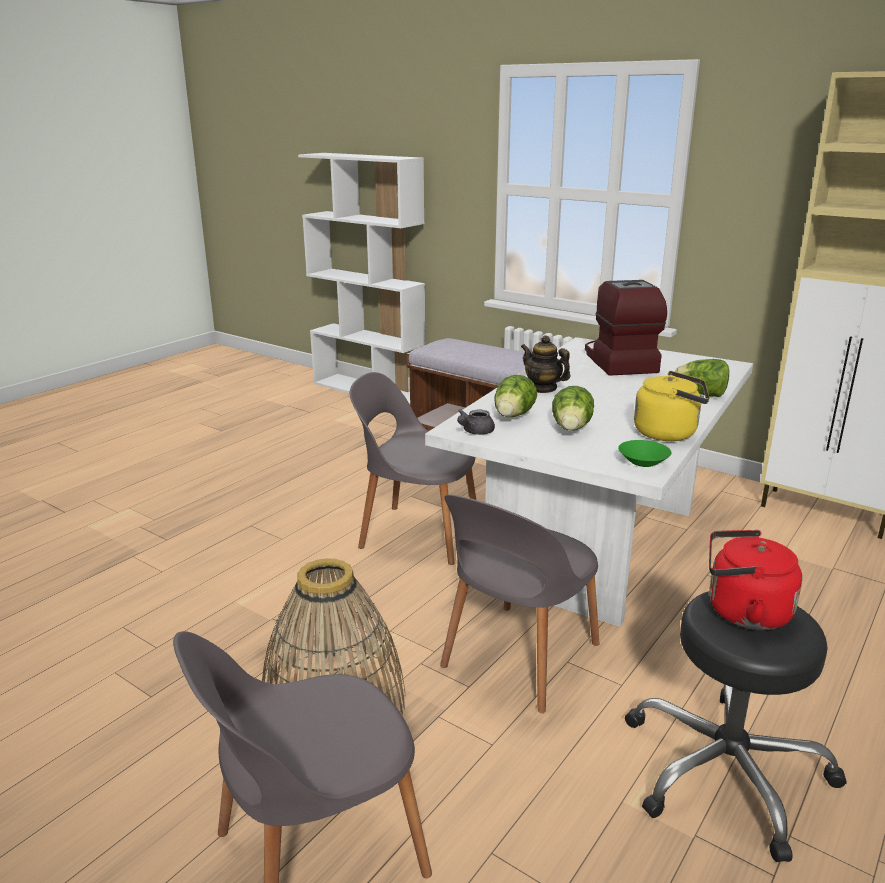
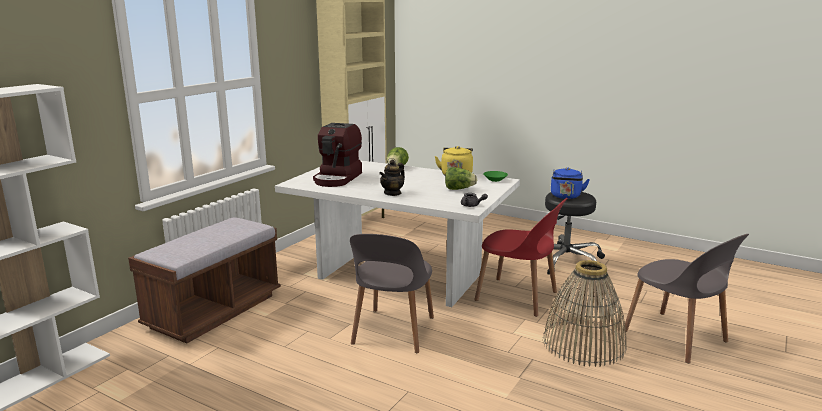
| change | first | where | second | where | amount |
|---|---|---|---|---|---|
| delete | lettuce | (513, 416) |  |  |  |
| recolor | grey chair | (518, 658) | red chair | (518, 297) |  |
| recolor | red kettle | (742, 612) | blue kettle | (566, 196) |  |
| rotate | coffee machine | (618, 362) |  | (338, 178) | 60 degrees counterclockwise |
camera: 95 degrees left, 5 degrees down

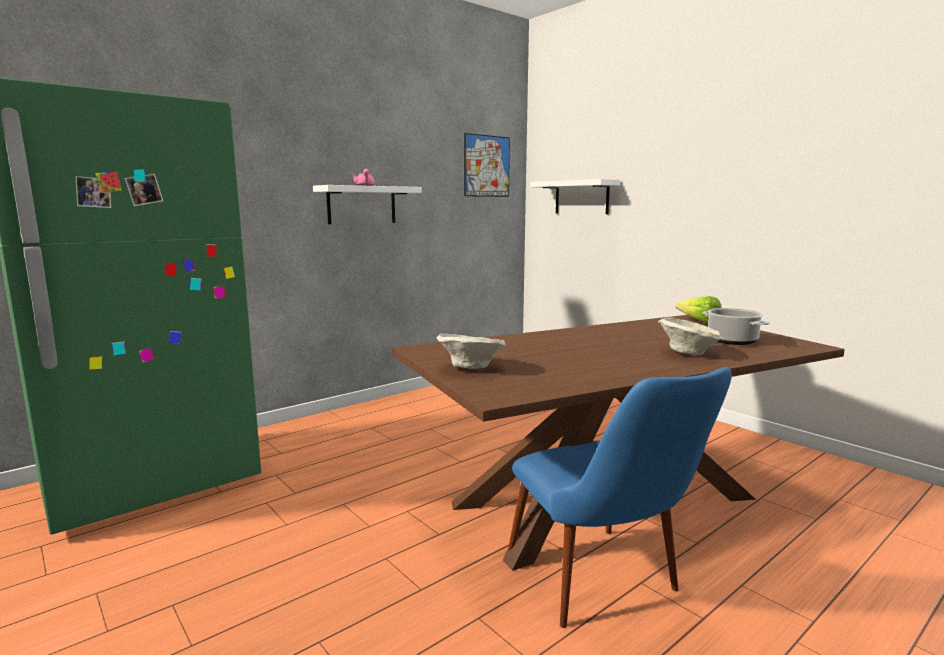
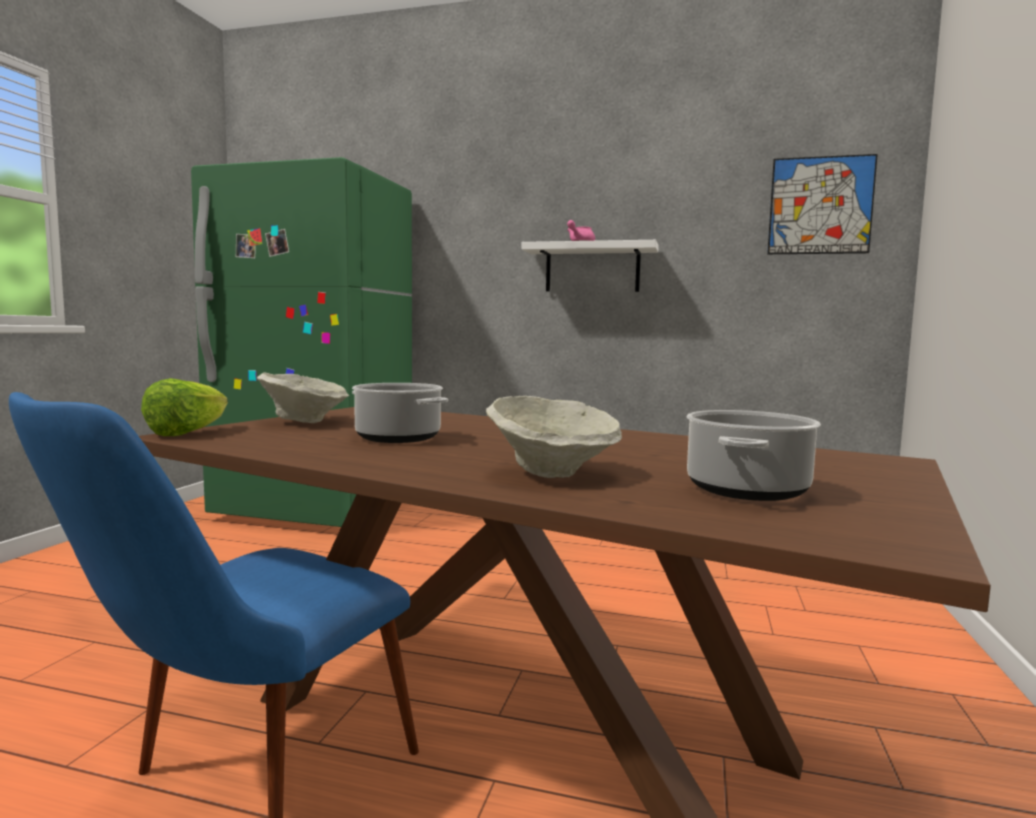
| change | first | where | second | where | amount |
|---|---|---|---|---|---|
| delete | white shelf | (581, 197) |  |  |  |
| insert |  |  | cooking pot | (399, 438) |  |
| move | lettuce | (699, 322) |  | (187, 433) |  |
camera: 55 degrees right, 5 degrees down

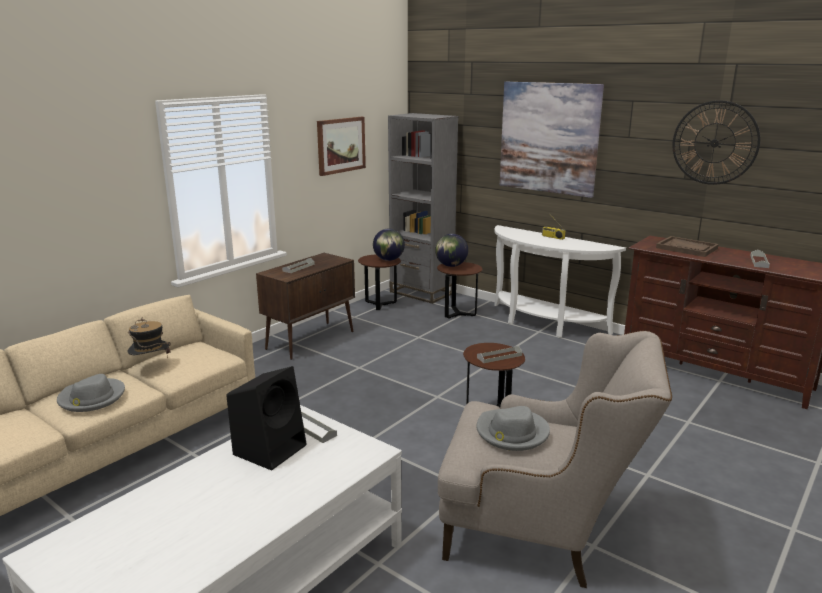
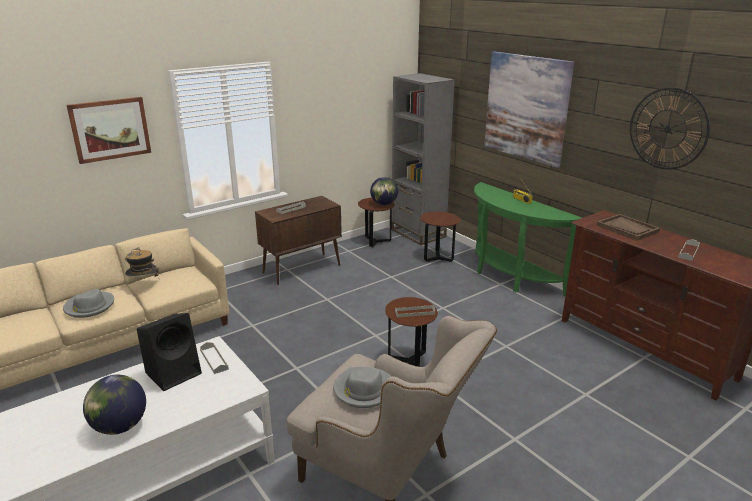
| change | first | where | second | where | amount |
|---|---|---|---|---|---|
| move | picture | (341, 145) |  | (110, 129) |  |
| move | globe | (451, 266) |  | (120, 427) |  |
| recolor | white console table | (542, 324) | green console table | (508, 277) |  |
camera: 15 degrees right, 5 degrees up

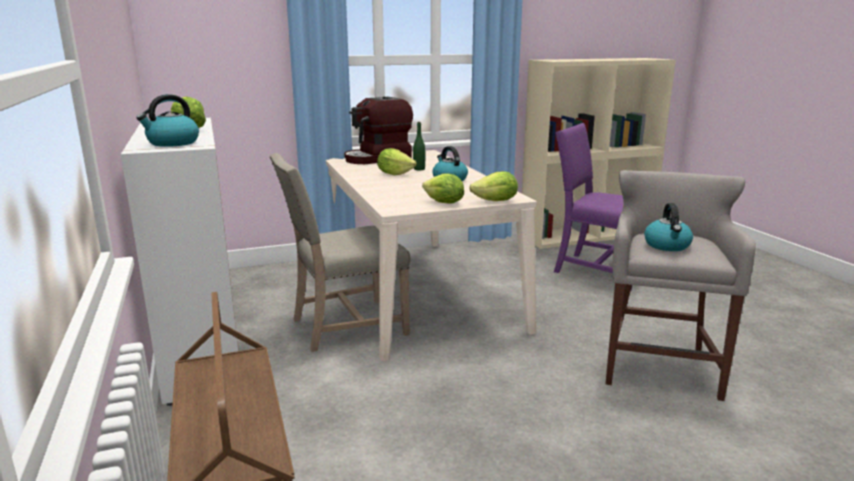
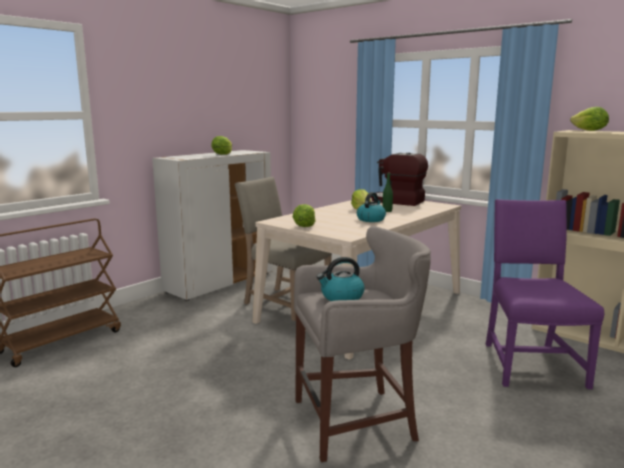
| change | first | where | second | where | amount |
|---|---|---|---|---|---|
| delete | kettle | (172, 143) |  |  |  |
| move | lettuce | (496, 201) |  | (589, 131) |  |
camera: 60 degrees right, 5 degrees down

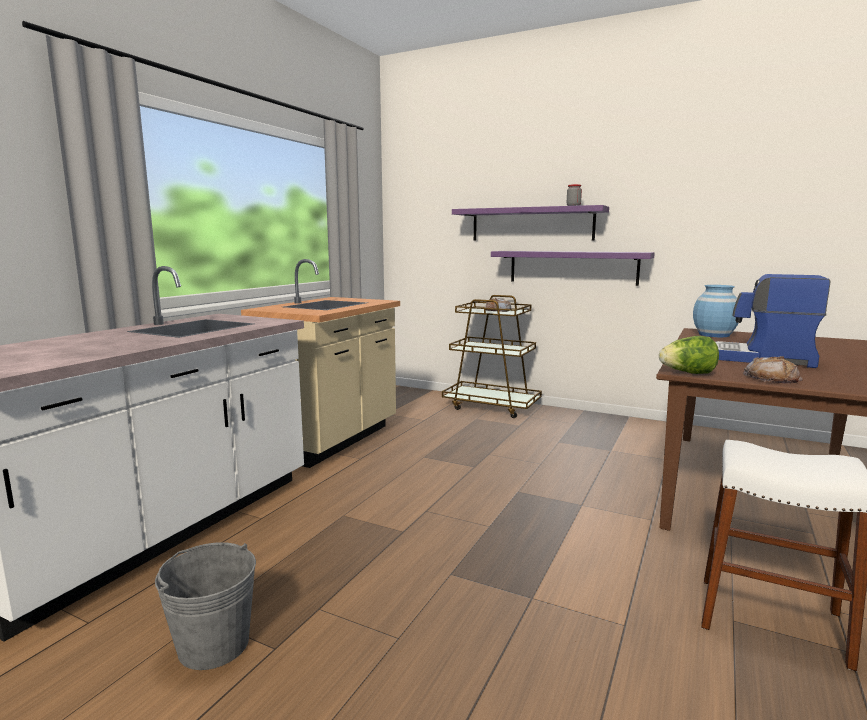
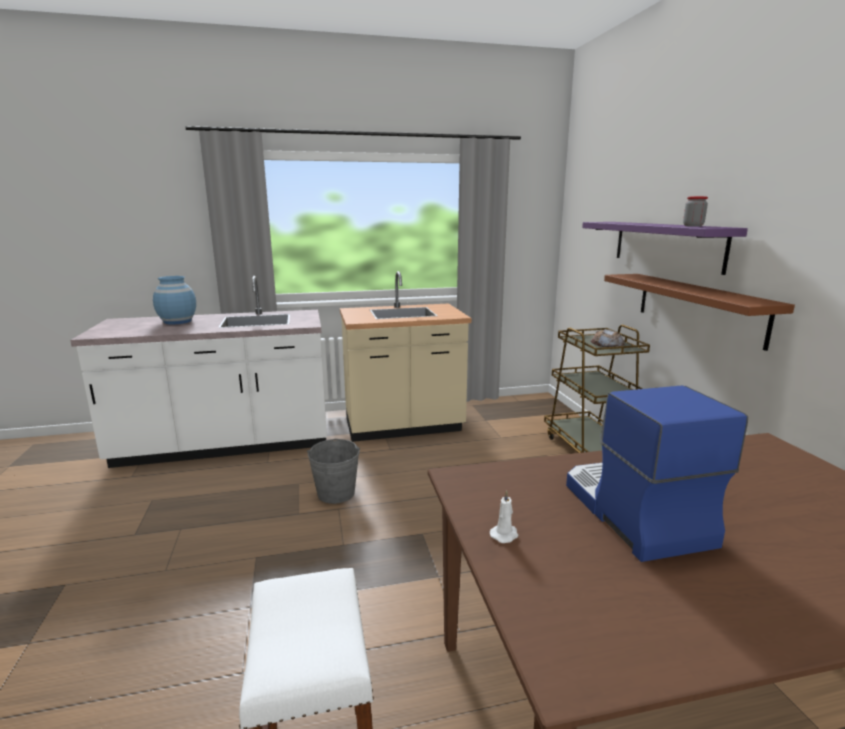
| change | first | where | second | where | amount |
|---|---|---|---|---|---|
| delete | lettuce | (688, 373) |  |  |  |
| move | grey bucket | (214, 645) |  | (336, 493) |  |
| move | blue vase | (714, 335) |  | (177, 321) |  |
| replace | bread | (771, 378) | white candle | (505, 535) |  |
| recolor | purple shelf | (572, 267) | brown shelf | (698, 307) |  |
camera: 50 degrees right, 5 degrees up

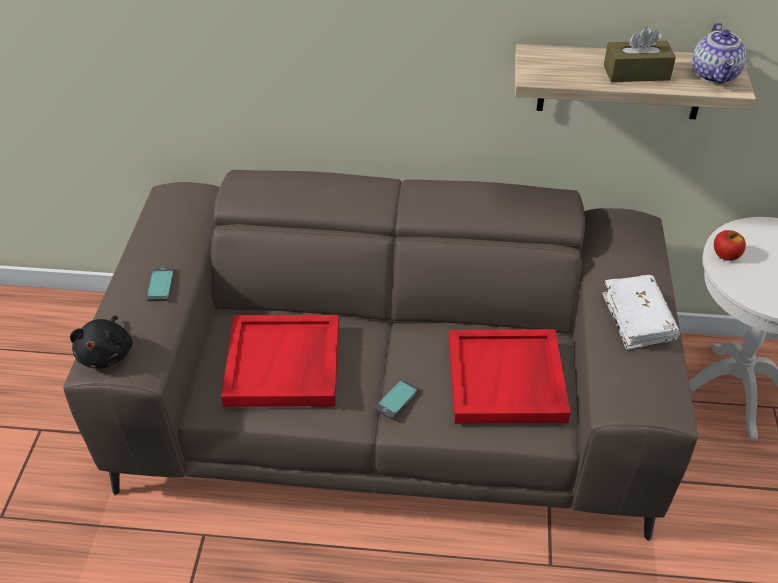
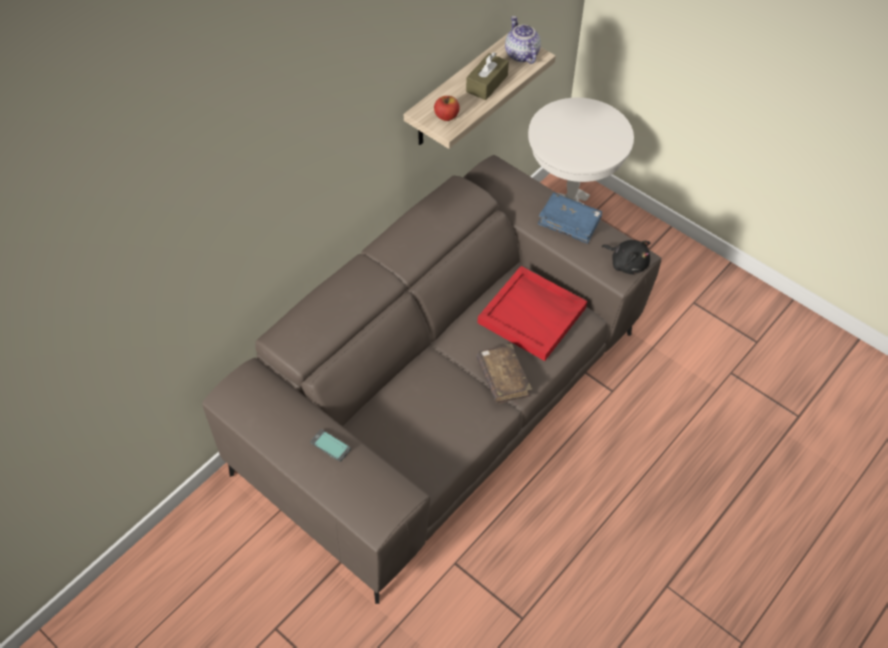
| change | first | where | second | where | amount |
|---|---|---|---|---|---|
| delete | red tray | (284, 365) |  |  |  |
| move | black plush toy | (107, 354) |  | (627, 263) |  |
| move | apple | (726, 255) |  | (446, 116) |  |
| replace | phone | (397, 399) | brown book | (503, 378) |  |
| recolor | white book | (638, 319) | blue book | (569, 222) |  |
| rotate | teapot | (716, 75) |  | (520, 54) | 150 degrees counterclockwise |
camera: 55 degrees left, 10 degrees up

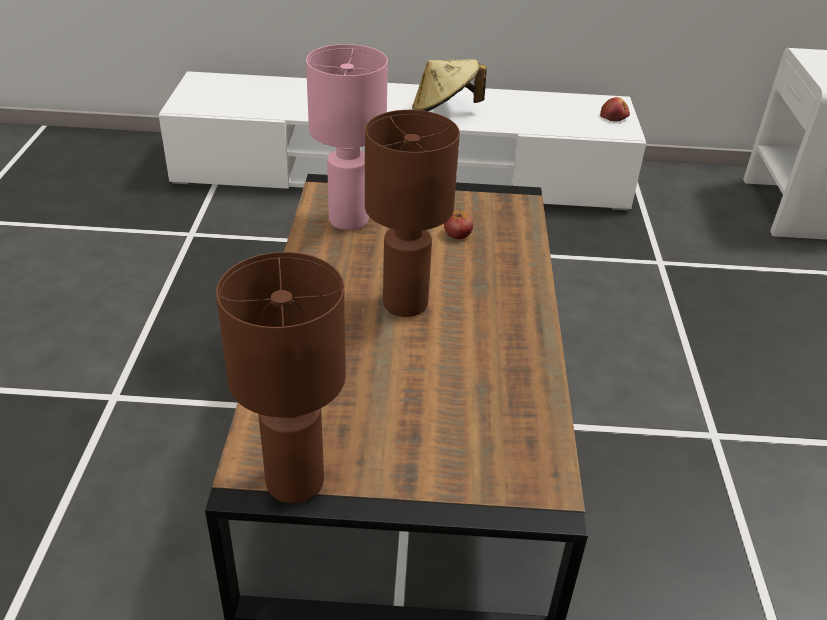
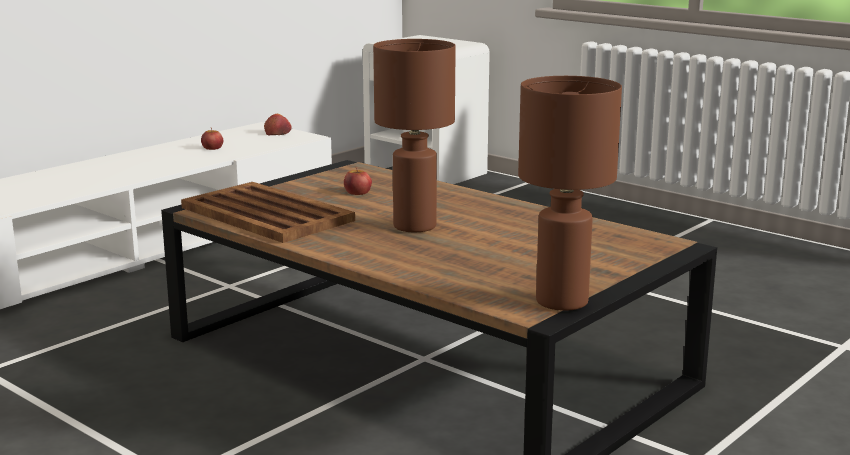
| change | first | where | second | where | amount |
|---|---|---|---|---|---|
| delete | beige hat | (444, 110) |  |  |  |
| insert |  |  | apple | (212, 148) |  |
| replace | pink table lamp | (347, 221) | brown tray | (267, 214) |  |
camera: 50 degrees left, 20 degrees down

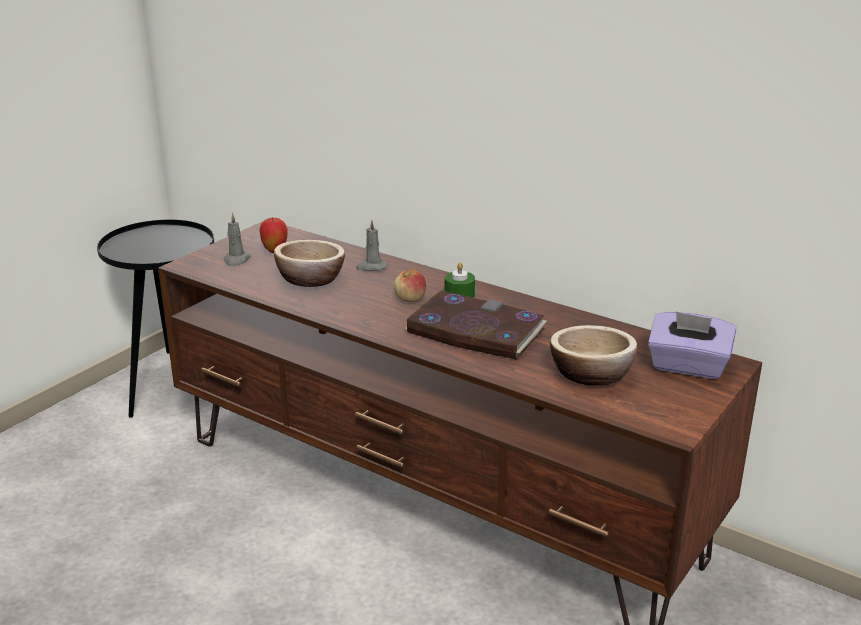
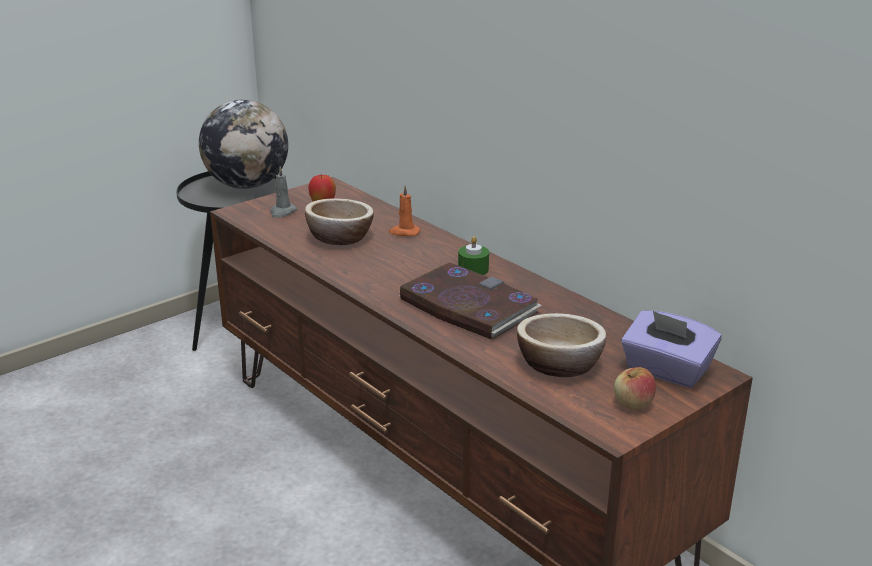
| change | first | where | second | where | amount |
|---|---|---|---|---|---|
| insert |  |  | globe | (247, 185) |  |
| move | apple | (410, 299) |  | (633, 404) |  |
| recolor | grey candle | (371, 267) | orange candle | (404, 232) |  |
camera: 15 degrees right, 0 degrees up

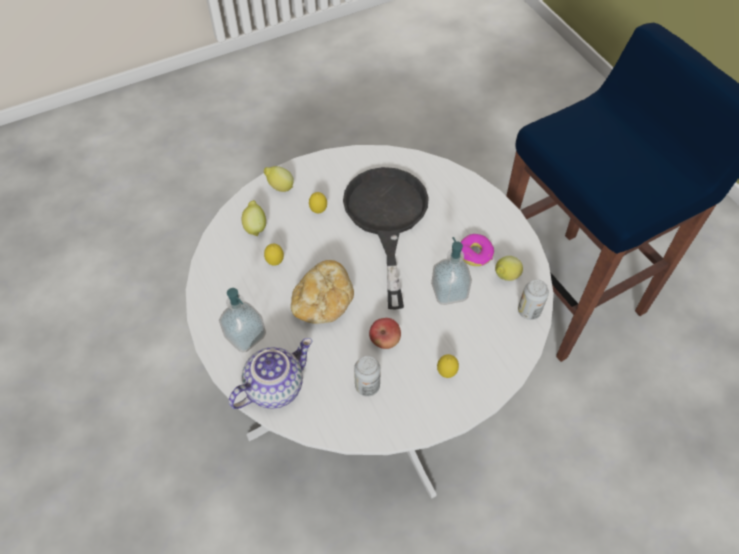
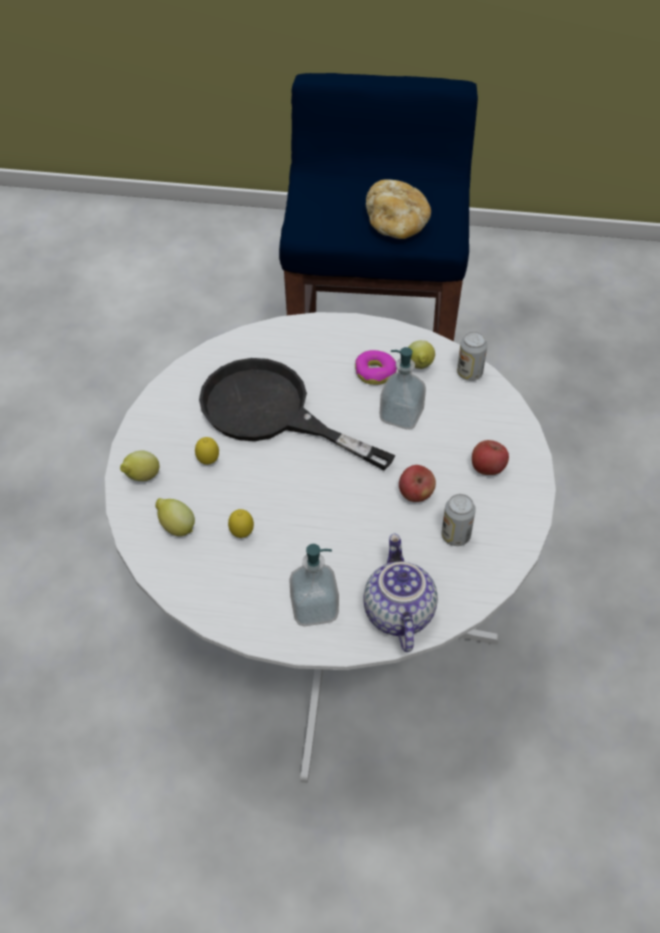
| change | first | where | second | where | amount |
|---|---|---|---|---|---|
| move | bread | (323, 303) |  | (396, 225) |  |
| replace | lemon | (446, 373) | apple | (487, 468) |  |
camera: 55 degrees left, 5 degrees down

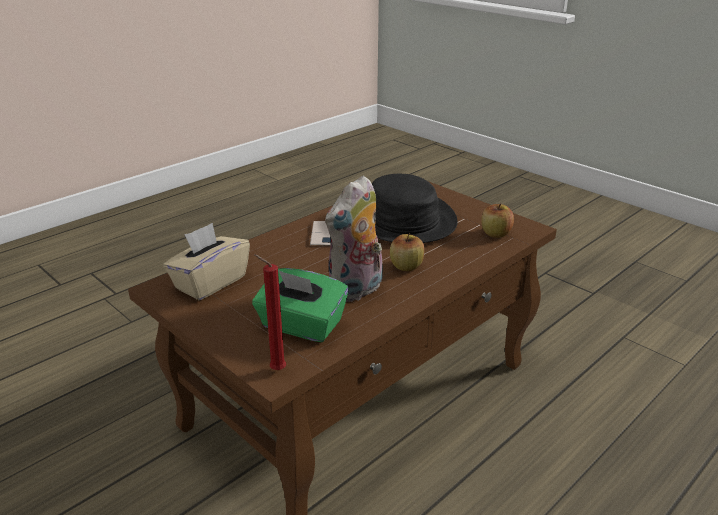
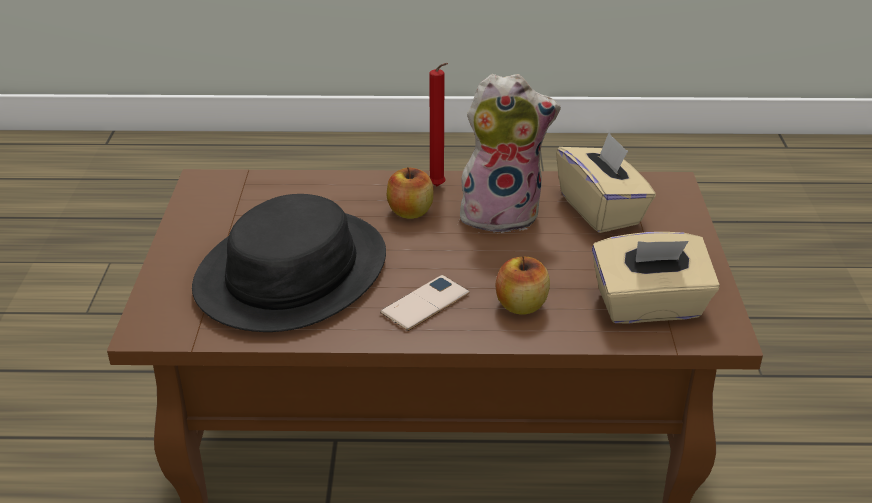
| change | first | where | second | where | amount |
|---|---|---|---|---|---|
| move | red candle | (275, 370) |  | (438, 187) |  |
| move | apple | (495, 233) |  | (521, 305) |  |
| recolor | green tissue box | (301, 326) | beige tissue box | (601, 210) |  |
camera: 135 degrees left, 5 degrees up

